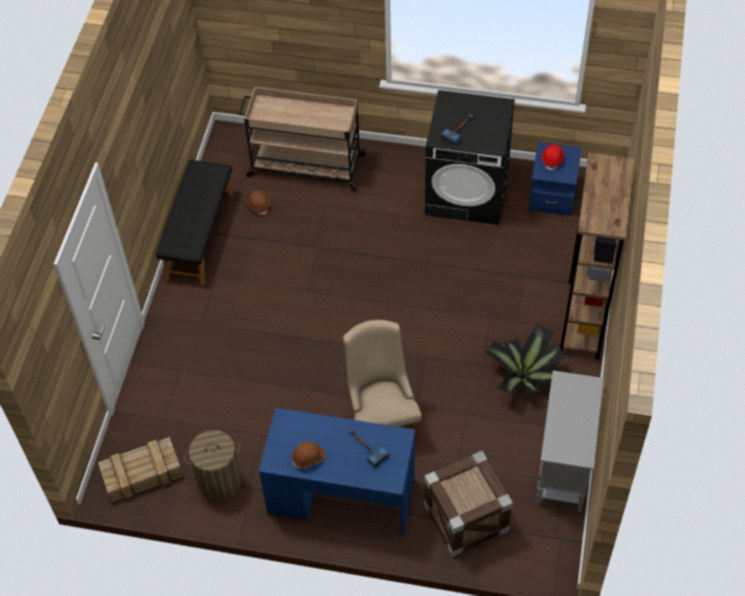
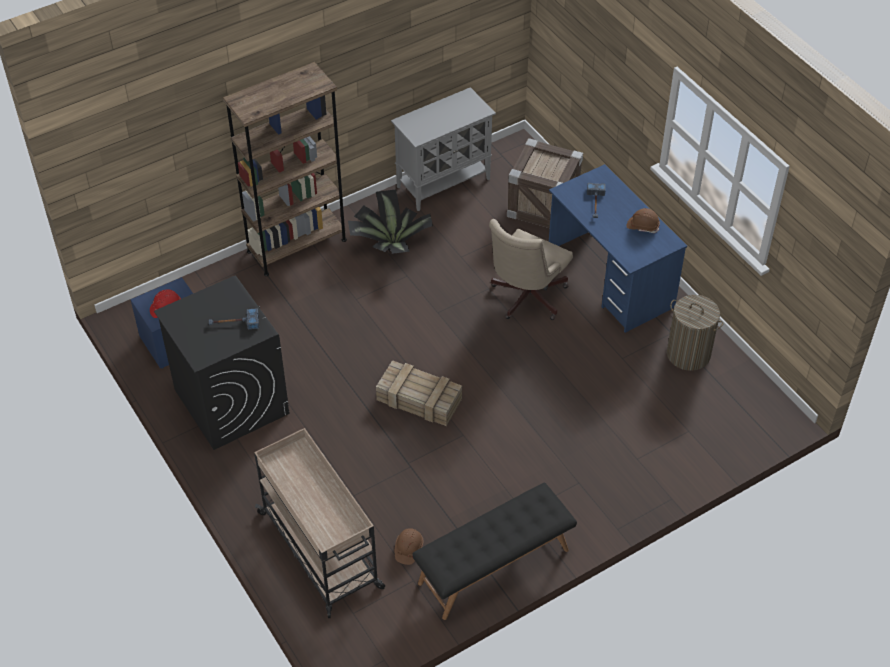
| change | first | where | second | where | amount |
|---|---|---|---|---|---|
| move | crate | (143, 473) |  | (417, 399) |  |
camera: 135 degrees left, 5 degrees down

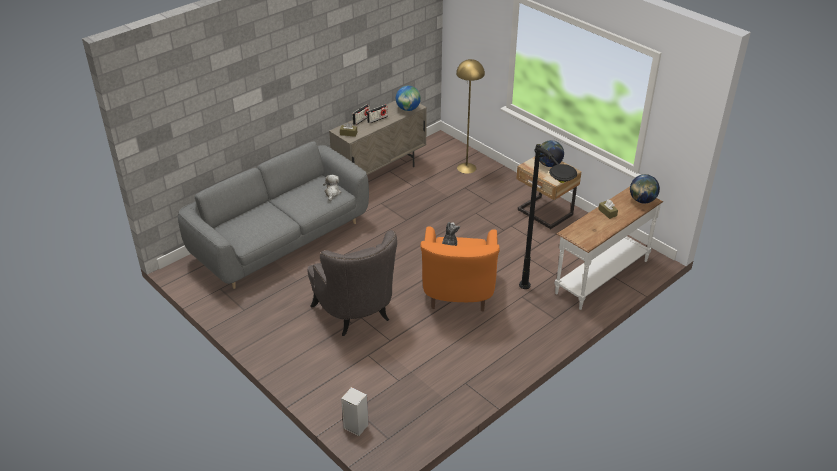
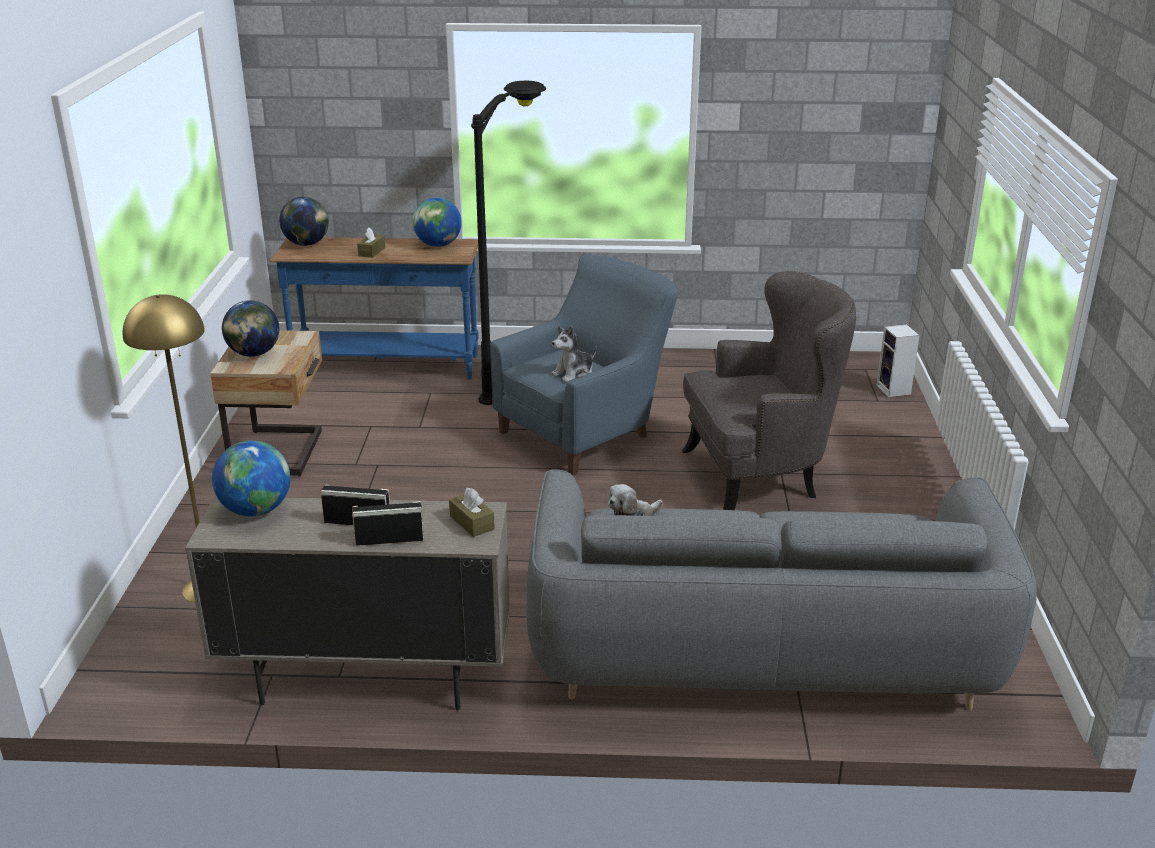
| change | first | where | second | where | amount |
|---|---|---|---|---|---|
| insert |  |  | globe | (438, 245) |  |
| recolor | orange armchair | (458, 295) | blue armchair | (587, 431) |  |
| recolor | white console table | (601, 276) | blue console table | (386, 367) |  |
| rotate | grey armchair | (357, 314) |  | (759, 478) | 60 degrees clockwise |
camera: 135 degrees left, 10 degrees down

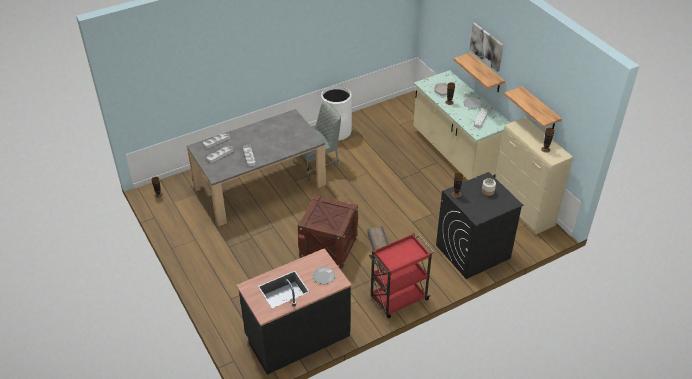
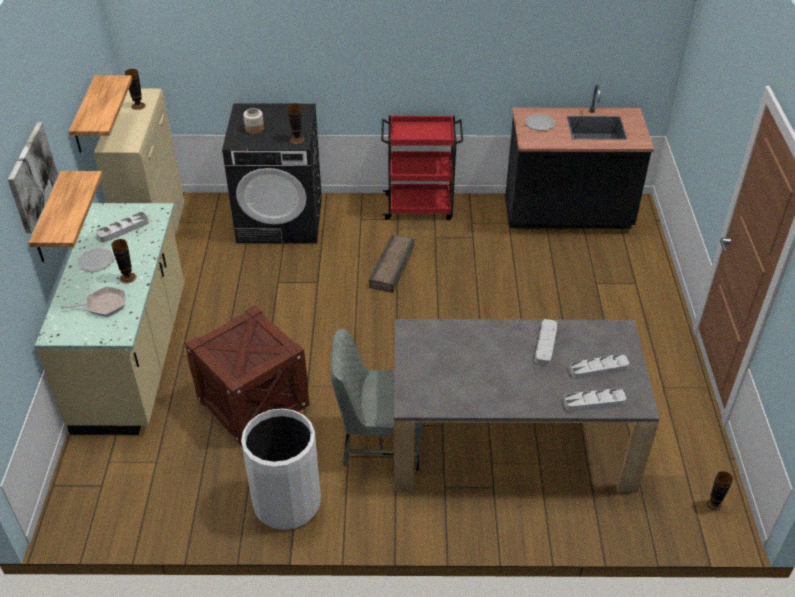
| change | first | where | second | where | amount |
|---|---|---|---|---|---|
| move | crate | (328, 246) |  | (253, 402) |  |
camera: 150 degrees left, 0 degrees up

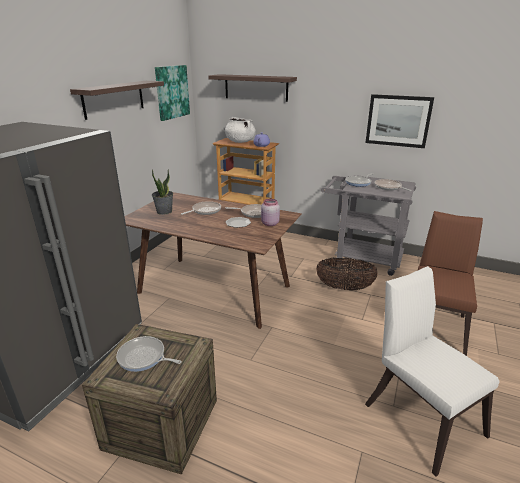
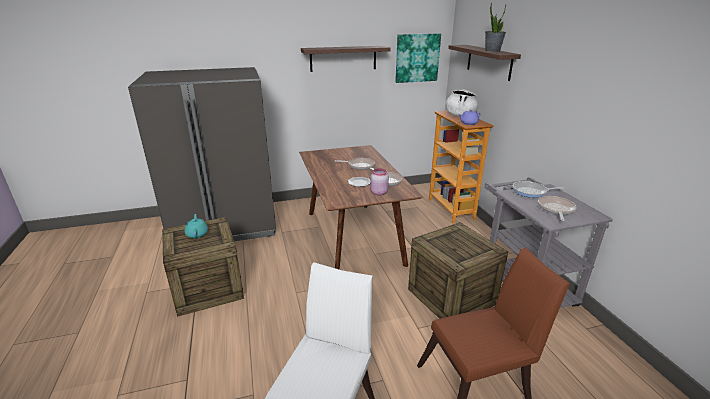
| change | first | where | second | where | amount |
|---|---|---|---|---|---|
| delete | picture | (398, 121) |  |  |  |
| move | potted plant | (164, 211) |  | (492, 51) |  |
| replace | frying pan | (144, 357) | turquoise teapot | (197, 234) |  |
| replace | basket | (344, 288) | crate | (451, 296) |  |
camera: 50 degrees right, 0 degrees up

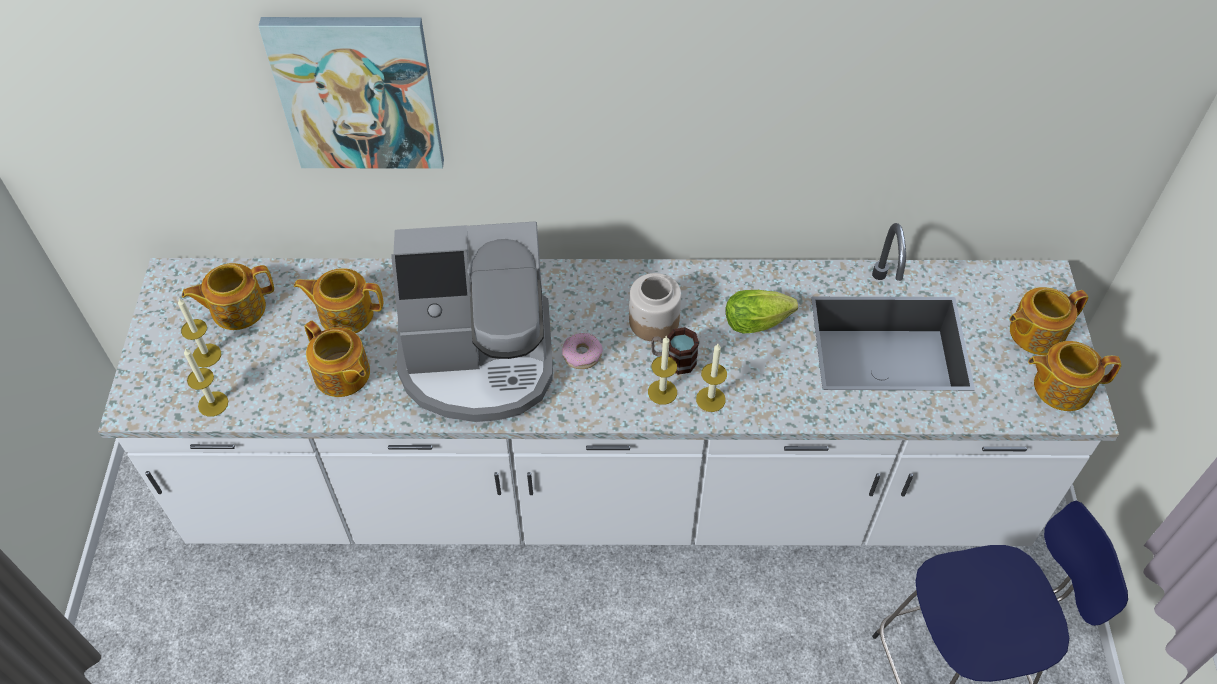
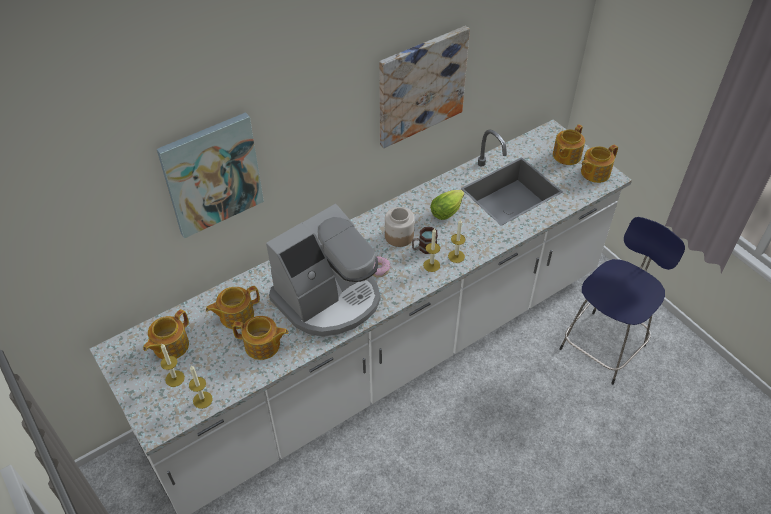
| change | first | where | second | where | amount |
|---|---|---|---|---|---|
| insert |  |  | picture | (421, 86) |  |
camera: 35 degrees left, 5 degrees down

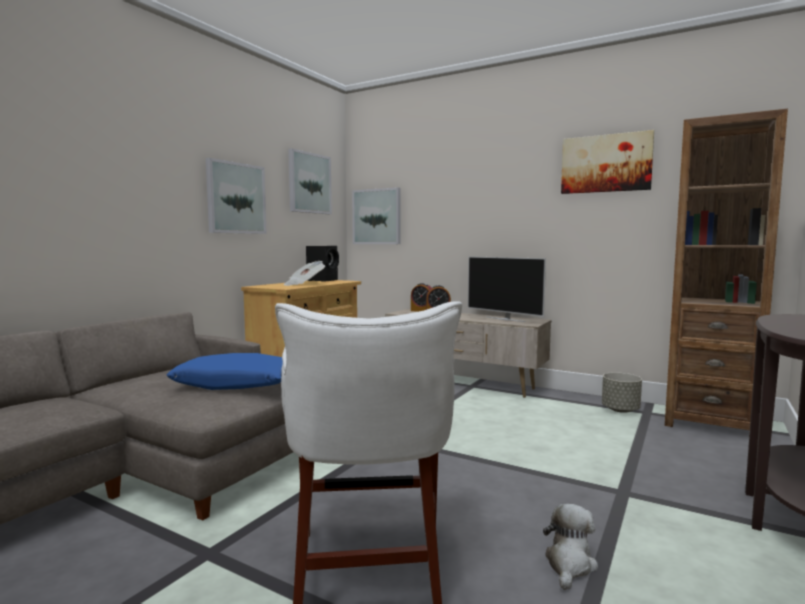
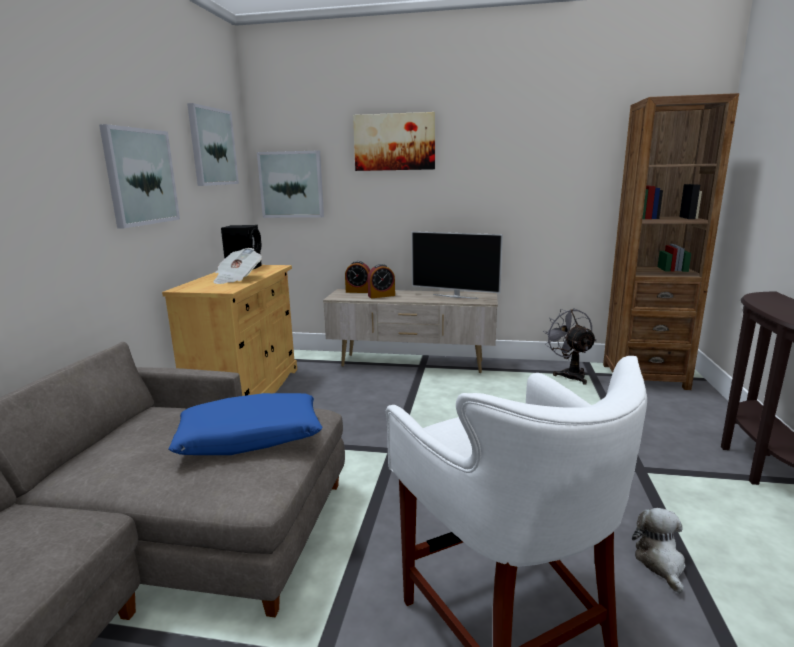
| change | first | where | second | where | amount |
|---|---|---|---|---|---|
| move | picture | (606, 163) |  | (394, 142) |  |
| replace | grey planter | (620, 410) | grey fan | (569, 374) |  |
camera: 20 degrees left, 10 degrees up

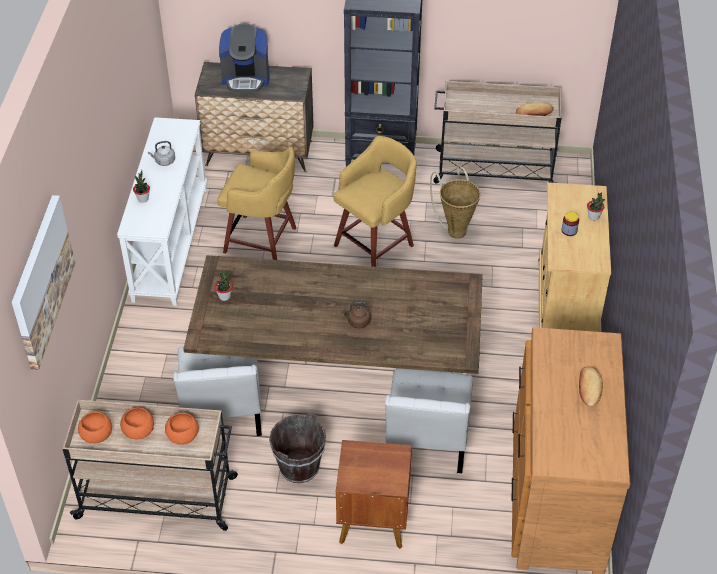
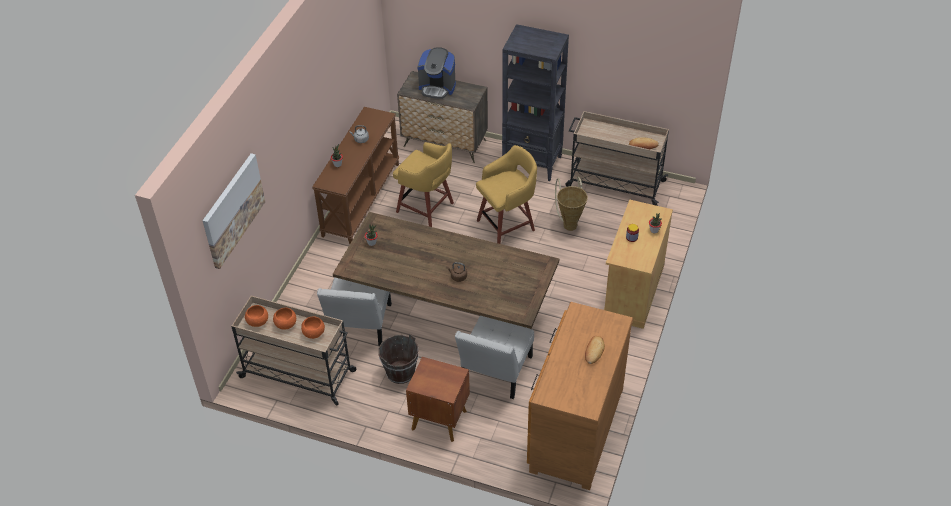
| change | first | where | second | where | amount |
|---|---|---|---|---|---|
| recolor | white console table | (169, 243) | brown console table | (360, 199) |  |
camera: 15 degrees right, 0 degrees up

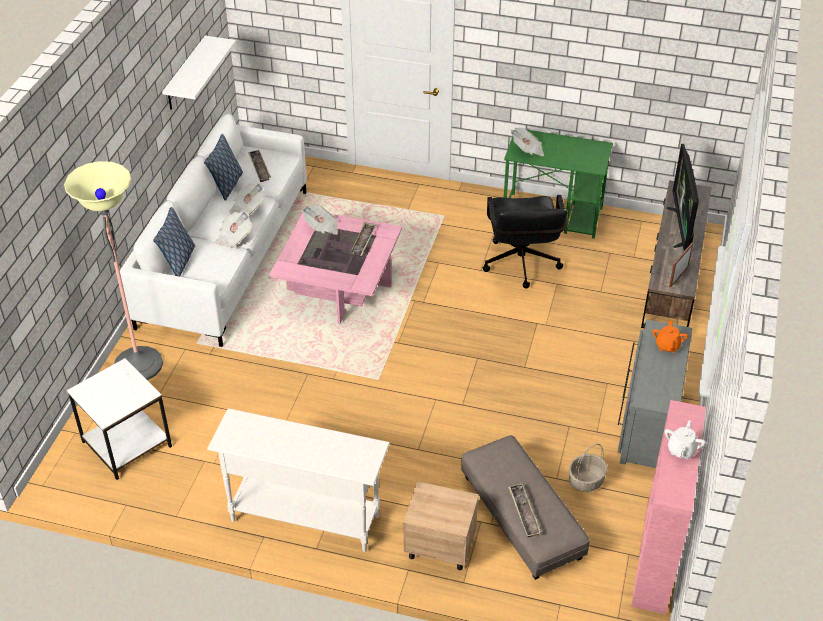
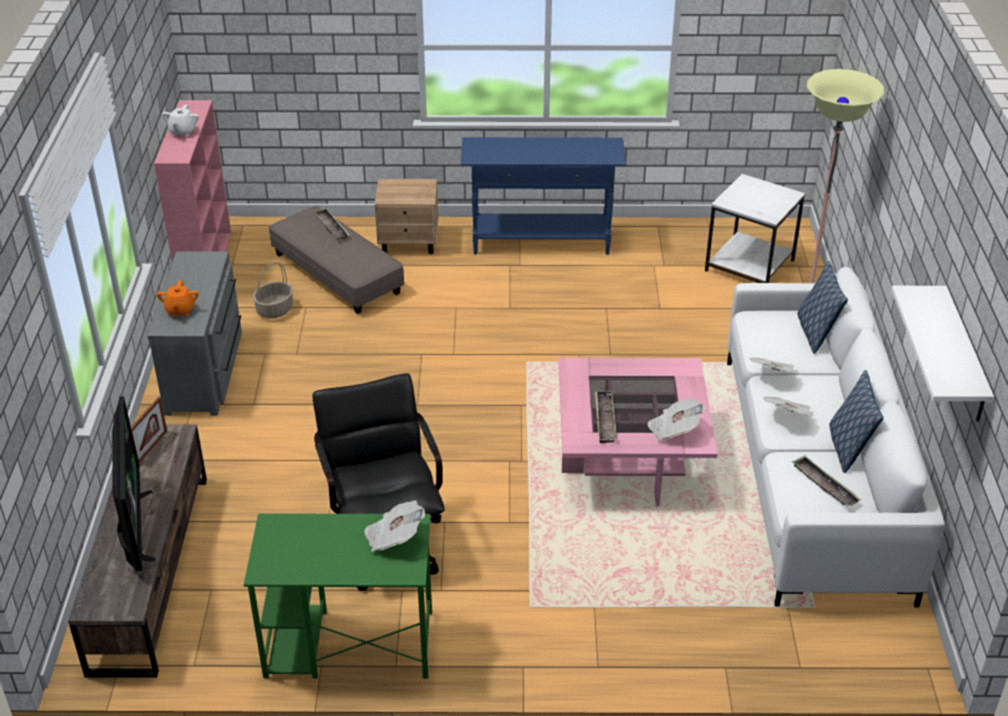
| change | first | where | second | where | amount |
|---|---|---|---|---|---|
| recolor | white console table | (304, 517) | blue console table | (541, 242) |  |
camera: 165 degrees right, 5 degrees down

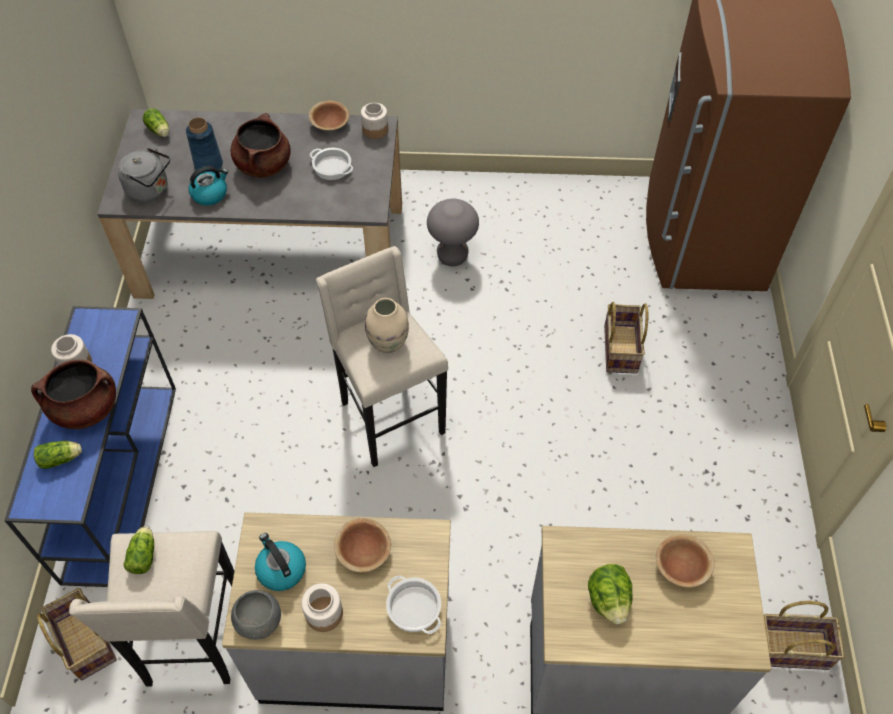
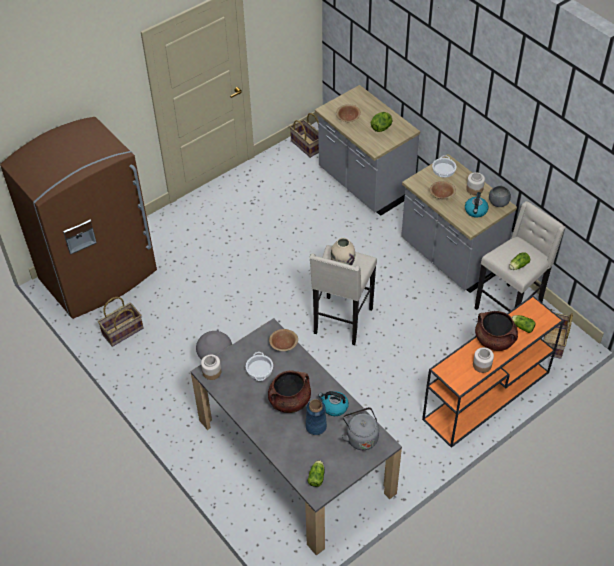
| change | first | where | second | where | amount |
|---|---|---|---|---|---|
| move | brown bowl | (330, 124) |  | (283, 344) |  |
| move | basket | (619, 349) |  | (123, 332) |  |
| recolor | blue console table | (121, 478) | orange console table | (485, 396) |  |
camera: 130 degrees left, 5 degrees down

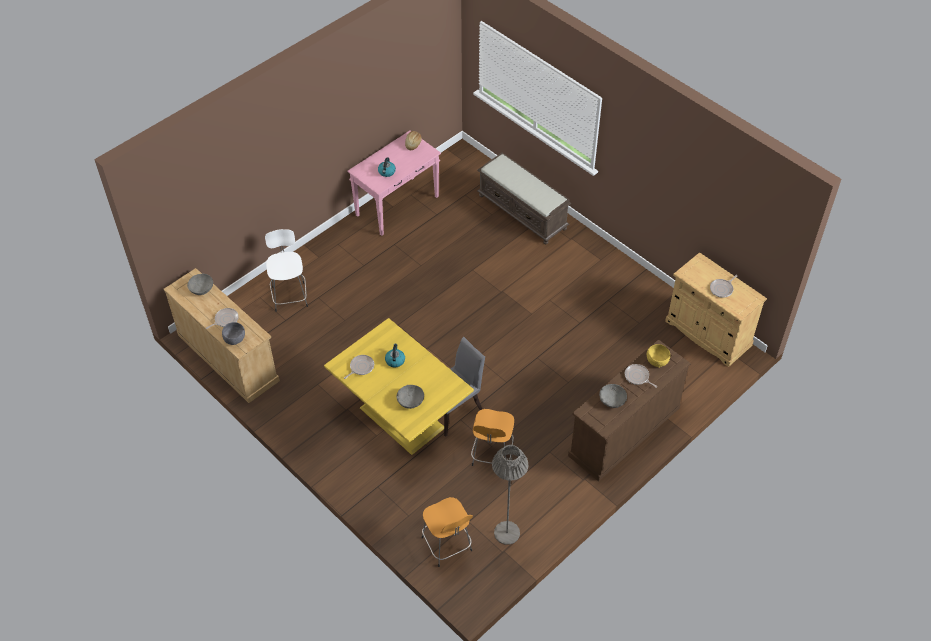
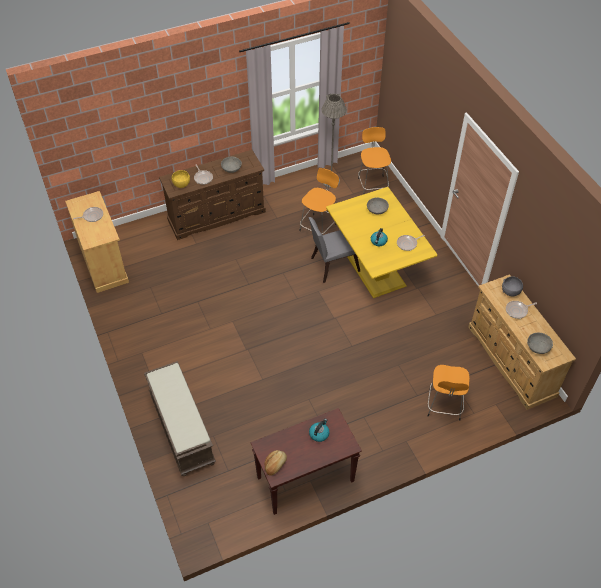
| change | first | where | second | where | amount |
|---|---|---|---|---|---|
| recolor | white stool | (289, 295) | orange stool | (444, 406) |  |
| recolor | pink console table | (397, 205) | brown console table | (305, 480) |  |
camera: 160 degrees left, 0 degrees up

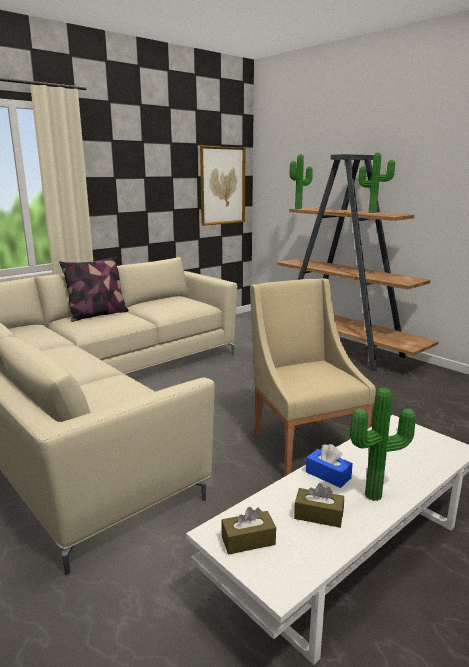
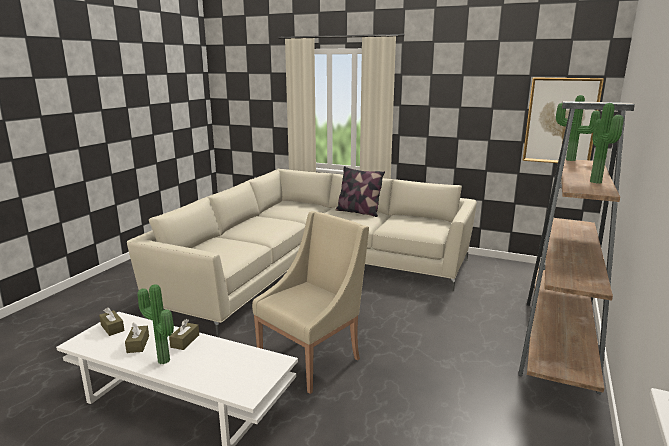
| change | first | where | second | where | amount |
|---|---|---|---|---|---|
| recolor | blue tissue box | (328, 475) | brown tissue box | (185, 341) |  |
camera: 65 degrees right, 0 degrees up

